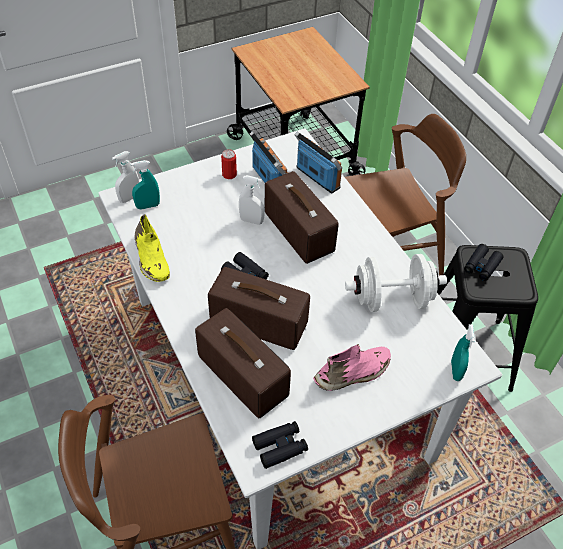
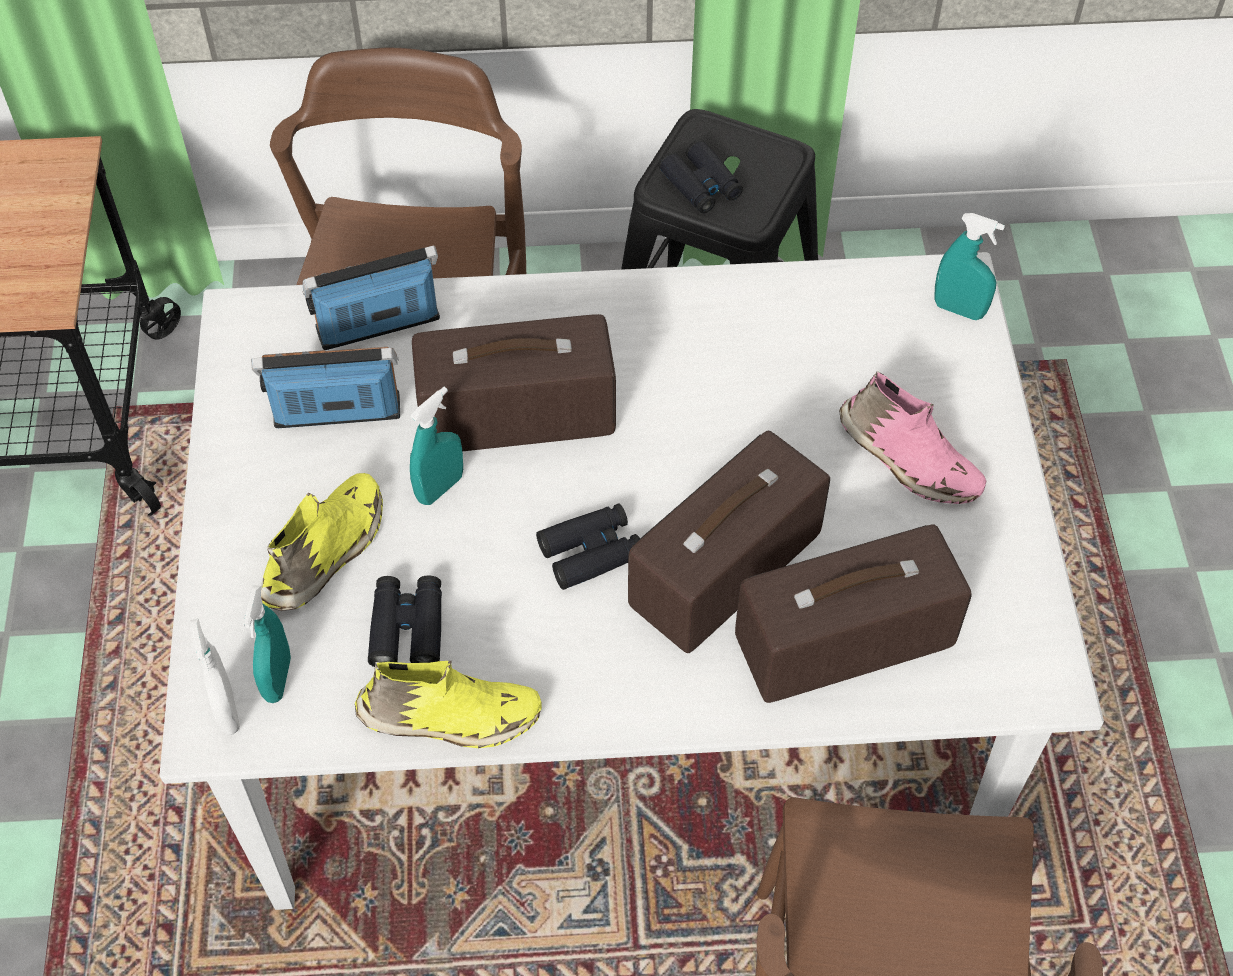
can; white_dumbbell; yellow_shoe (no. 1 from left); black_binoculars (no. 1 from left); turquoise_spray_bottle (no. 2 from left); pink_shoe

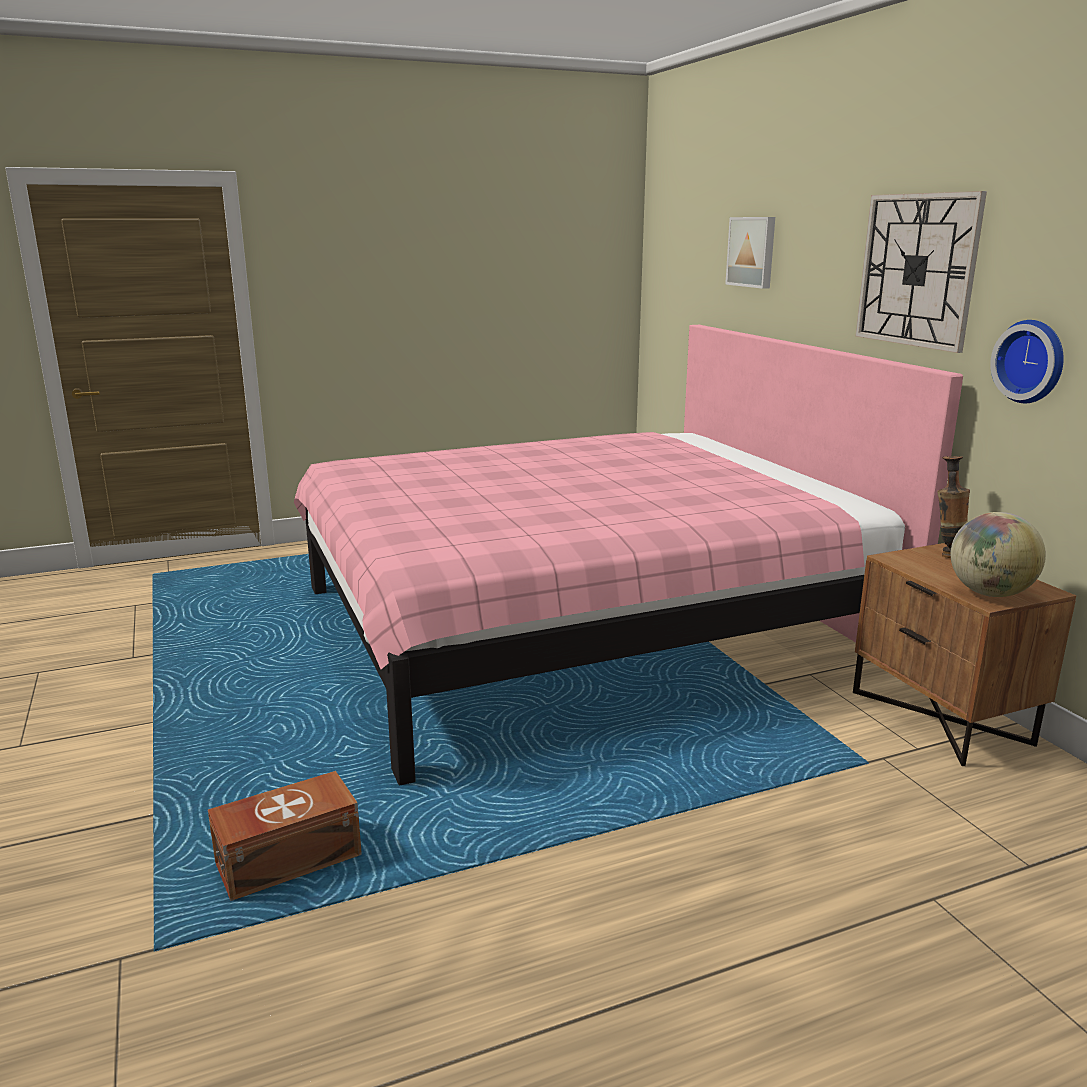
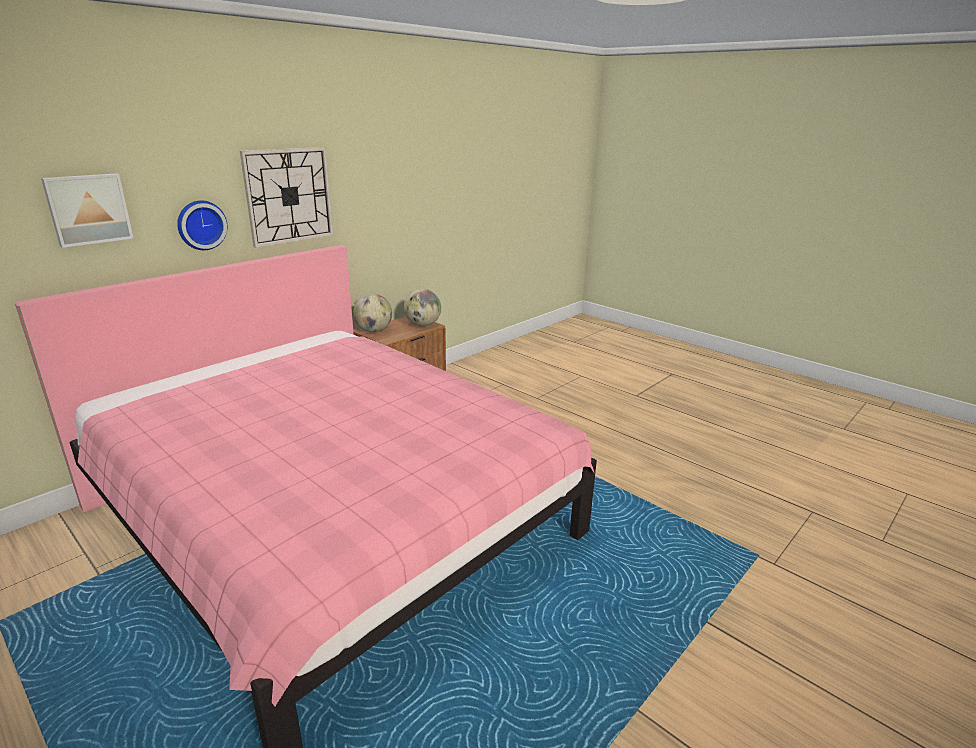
brown_storage_box; wall_clock (no. 1 from left); globe (no. 1 from left)

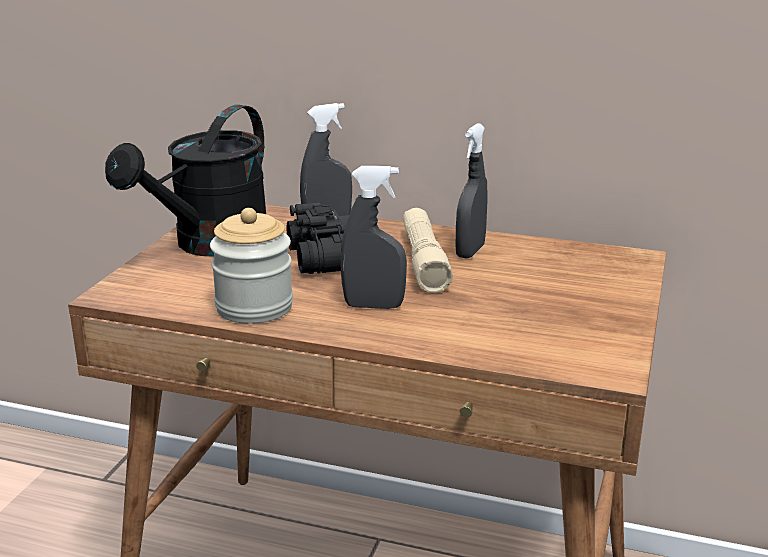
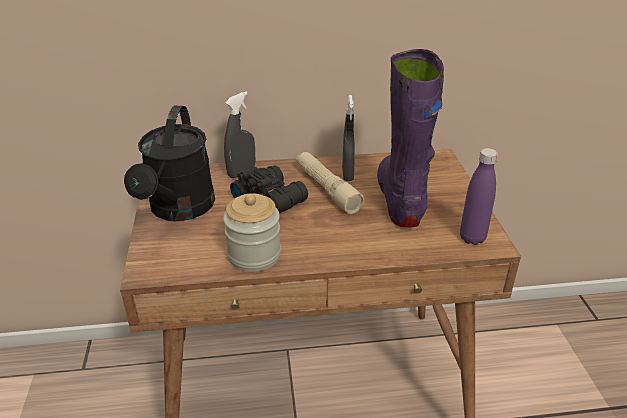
grey_spray_bottle (no. 2 from left in the first image); purple_boot; purple_bottle

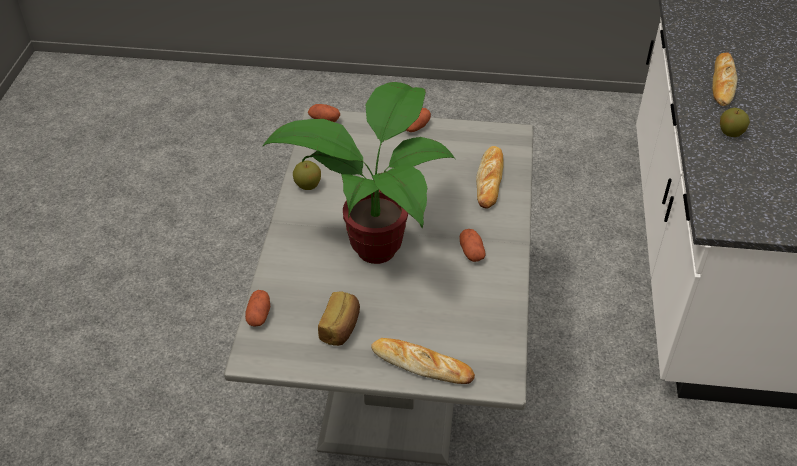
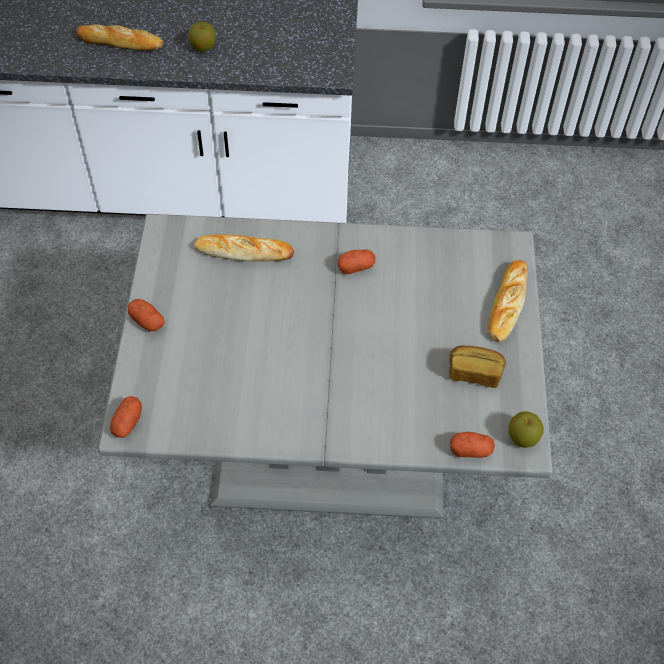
potted_plant; apple (no. 2 from left)

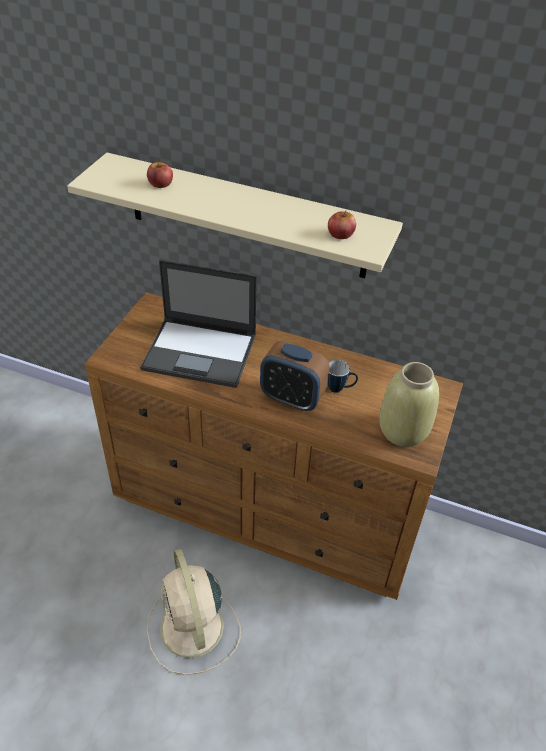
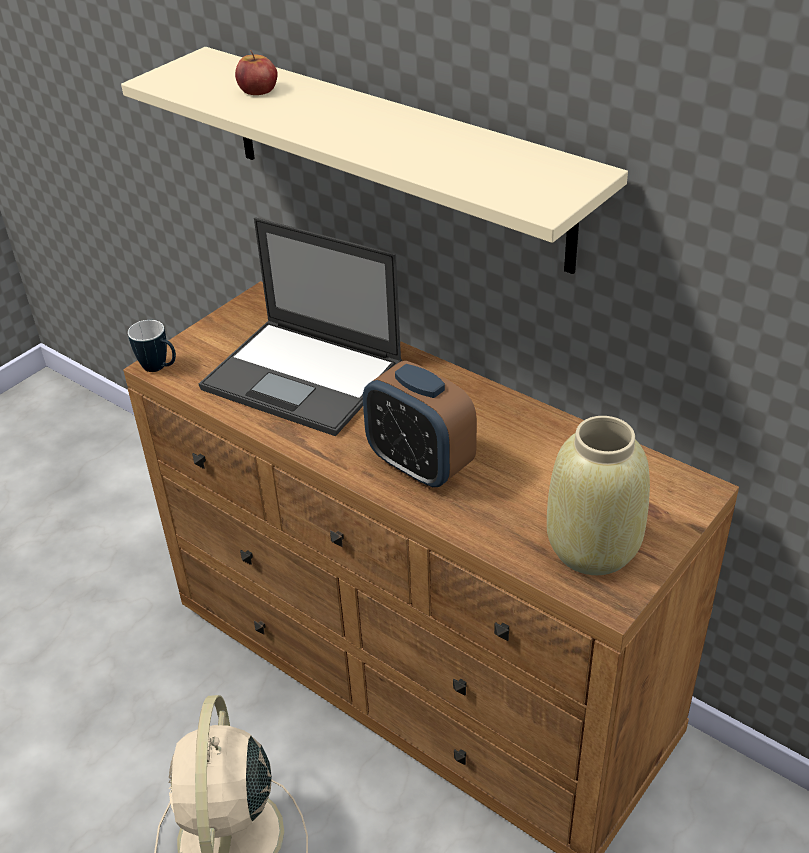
apple (no. 2 from left in the first image); mug

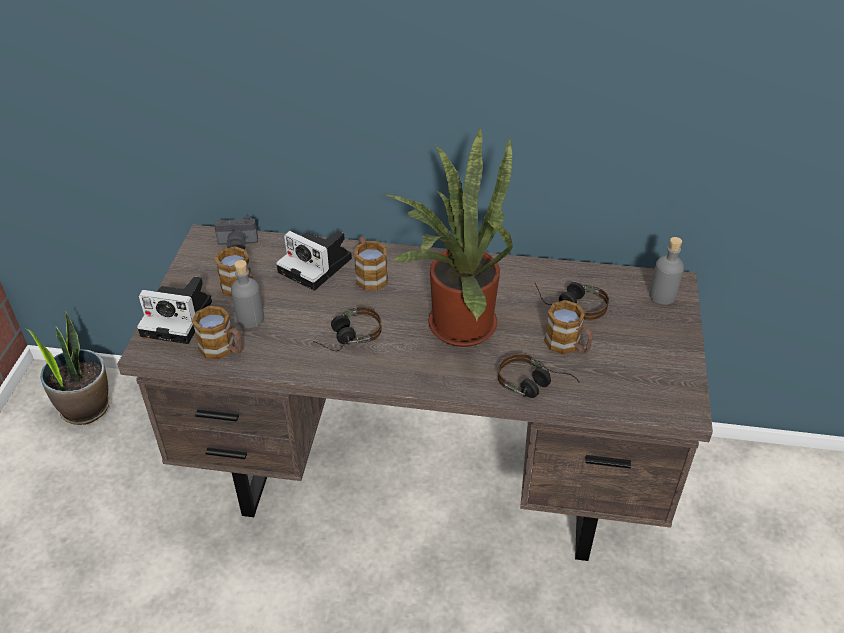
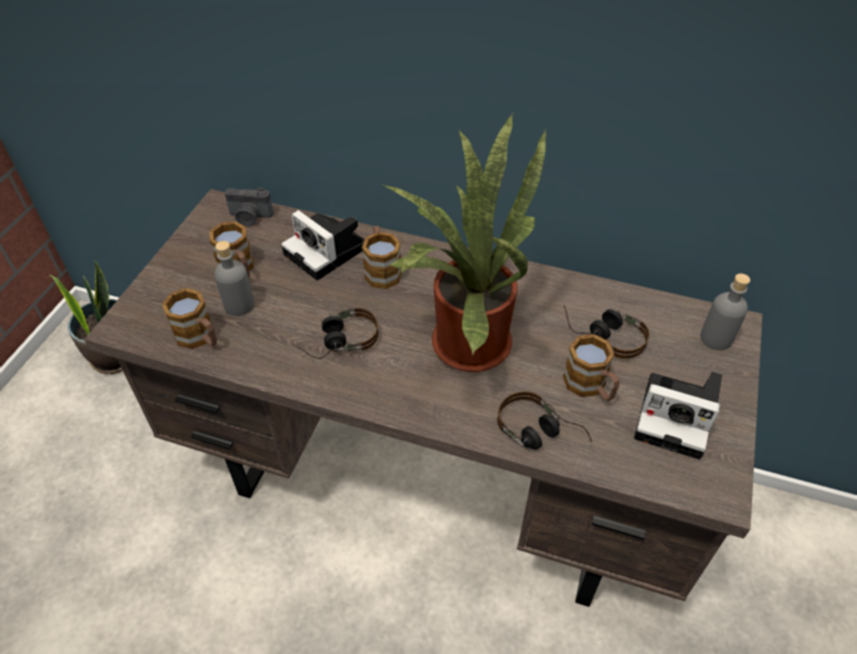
photo_camera (no. 3 from left)

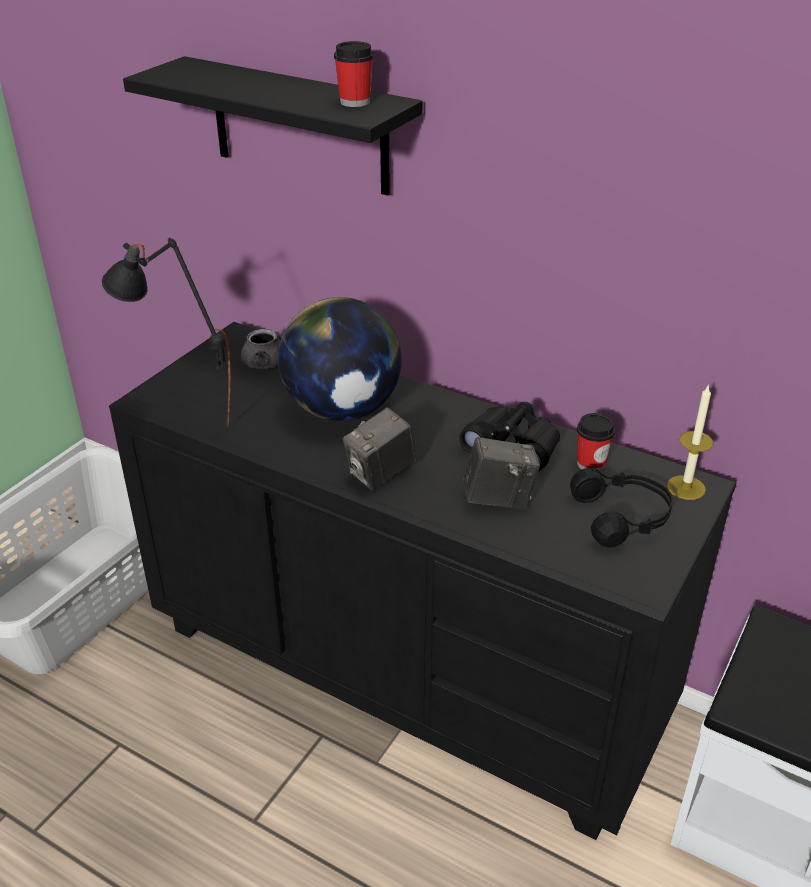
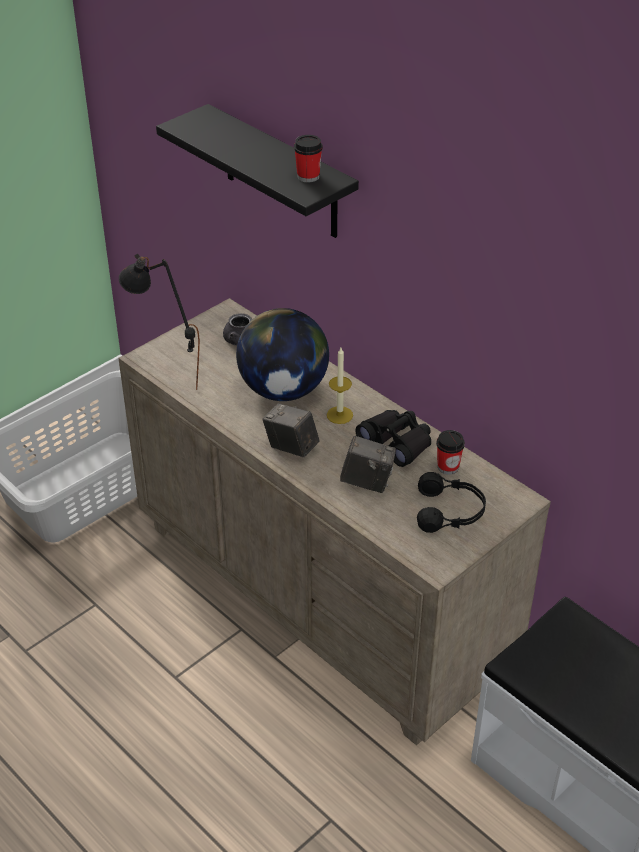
candle; beige_dresser; photo_camera (no. 1 from left)

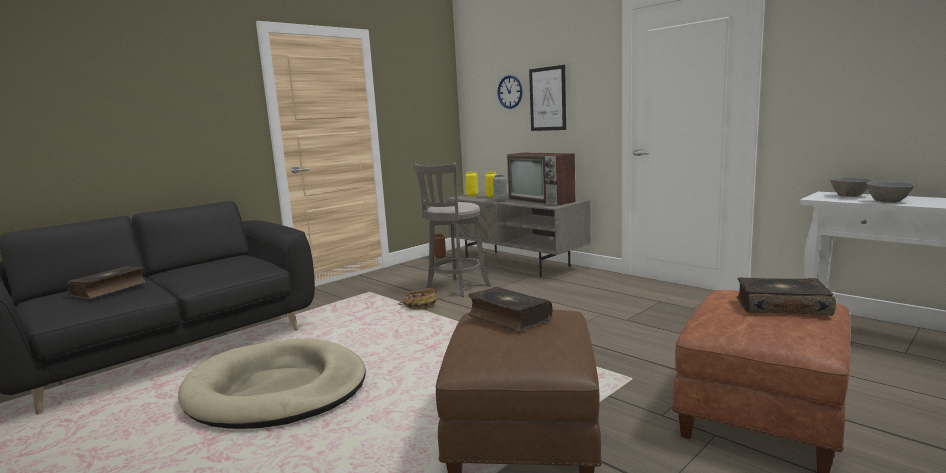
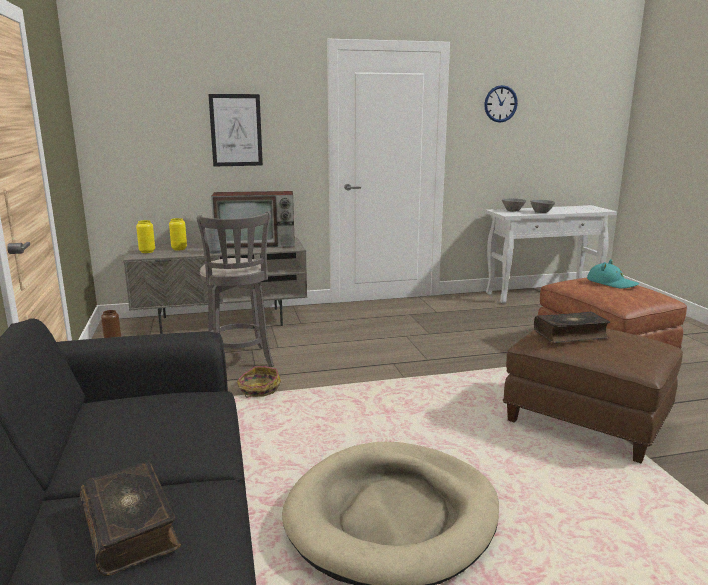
wall_clock; turquoise_hat

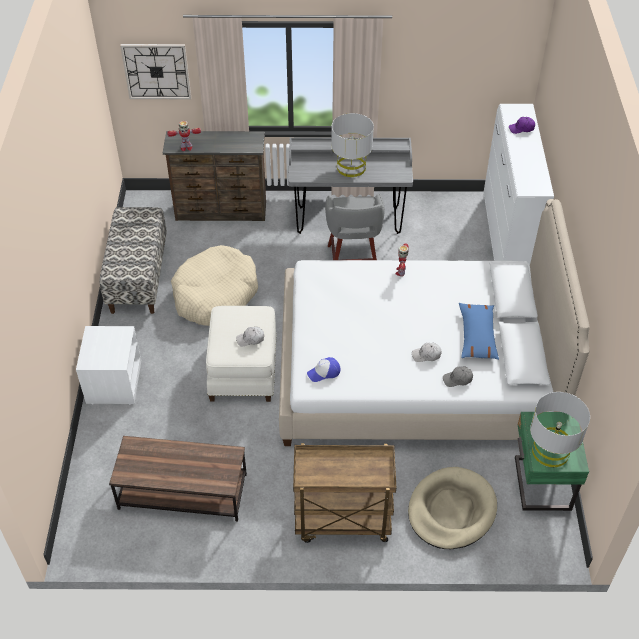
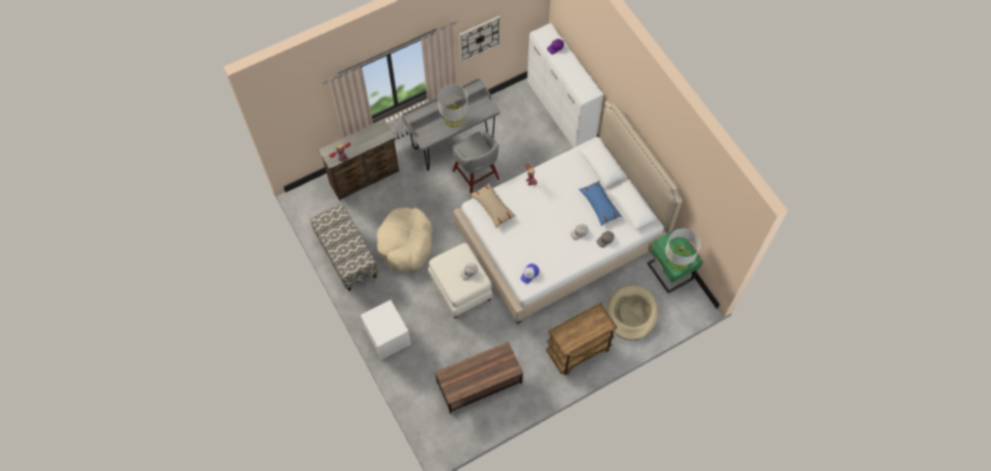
beige_pillow; wall_clock

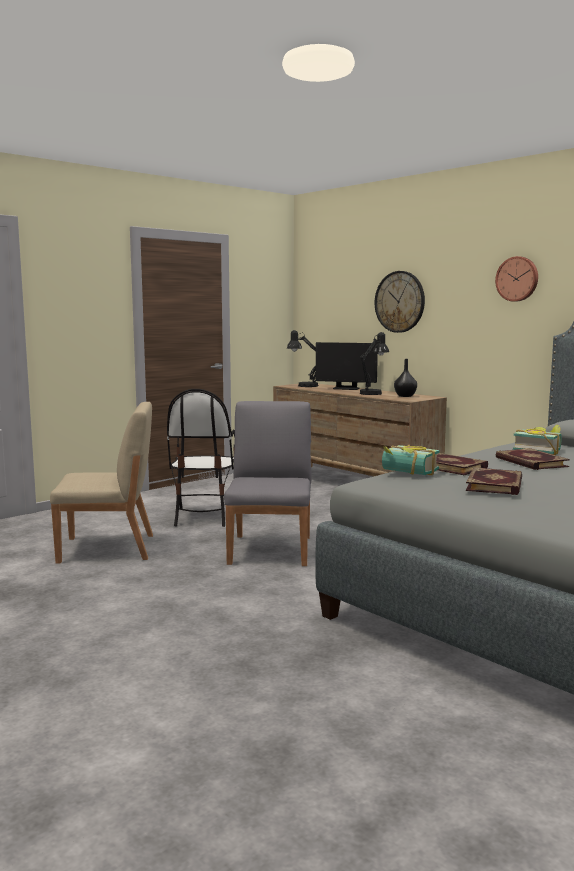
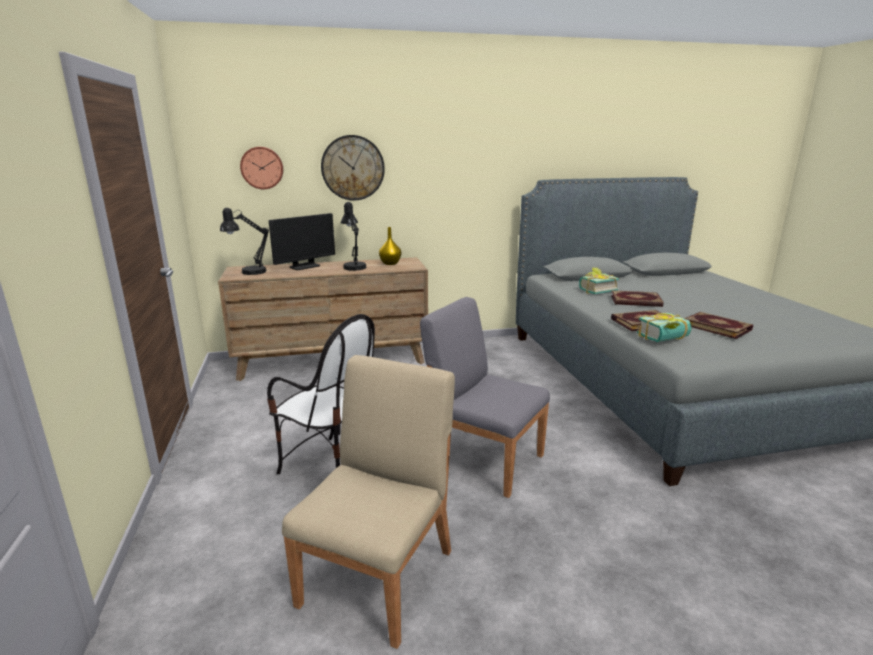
wall_clock (no. 1 from left); yellow_vase

